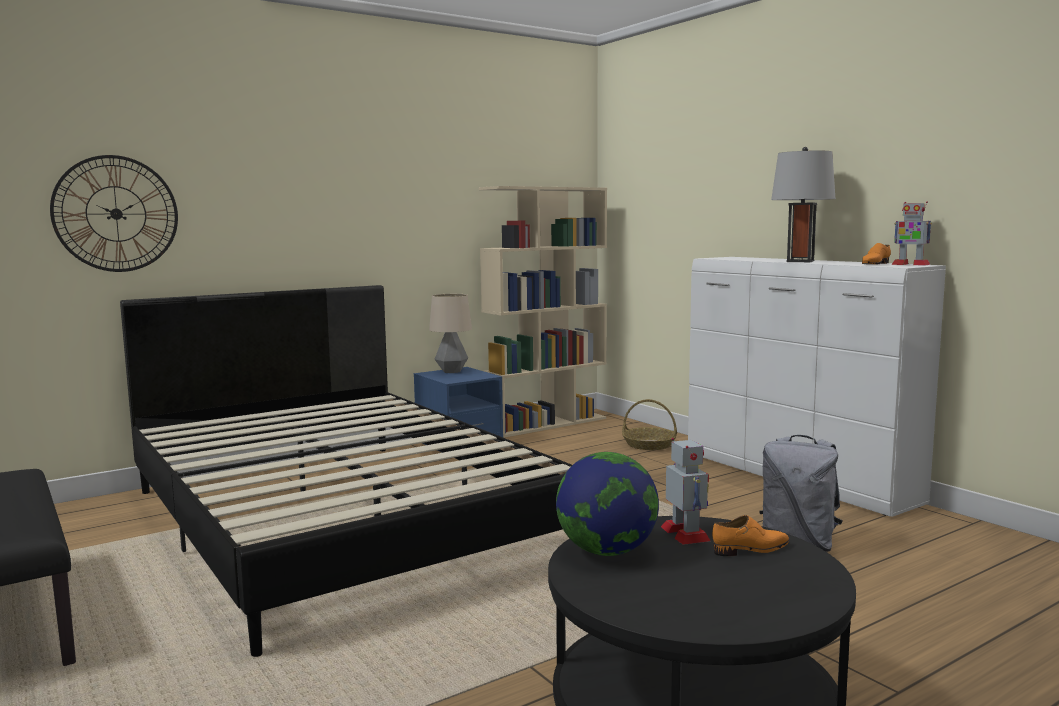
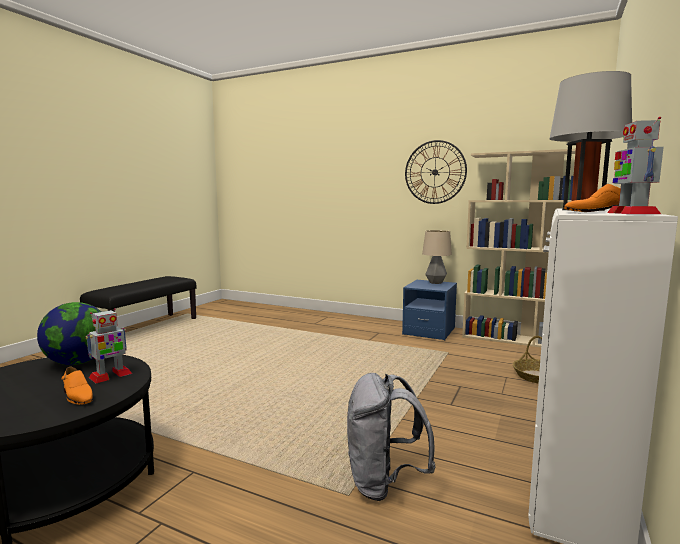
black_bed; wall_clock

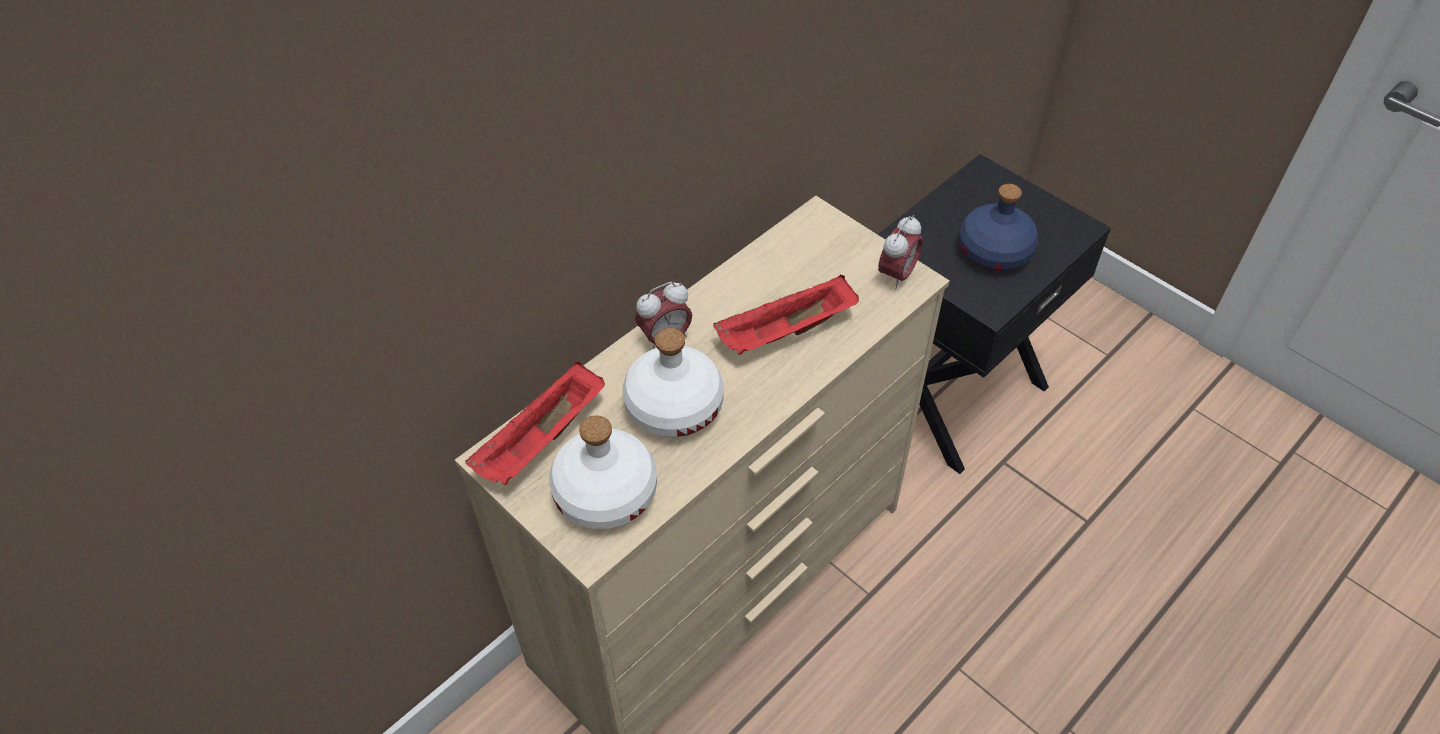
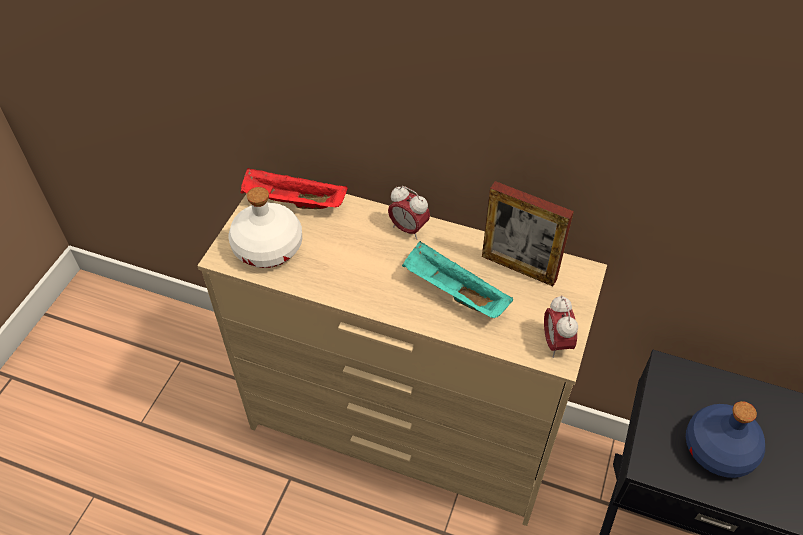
white_bottle (no. 2 from left in the first image); picture_frame; turquoise_tray; alarm_clock (no. 2 from left)

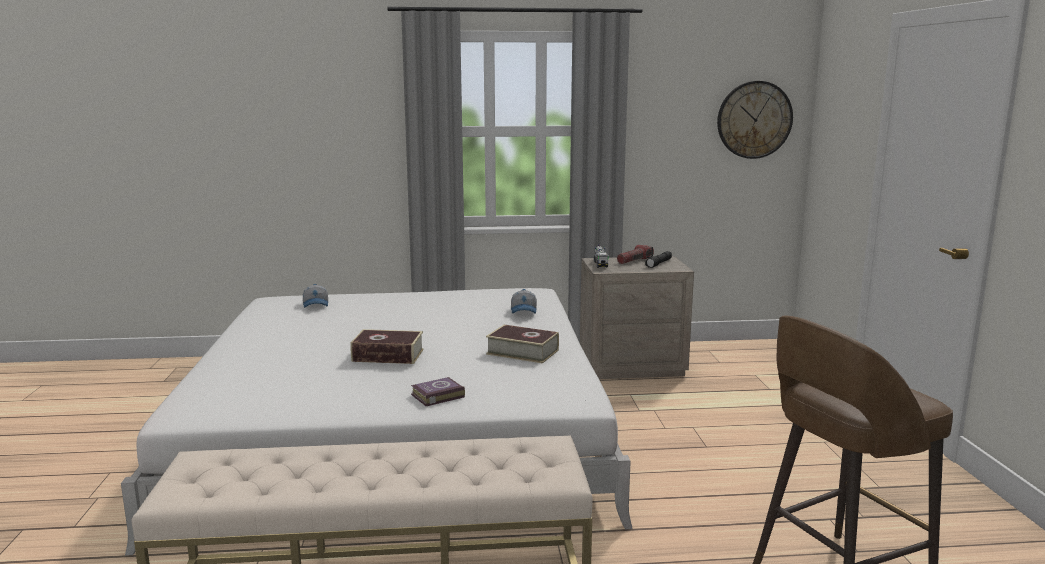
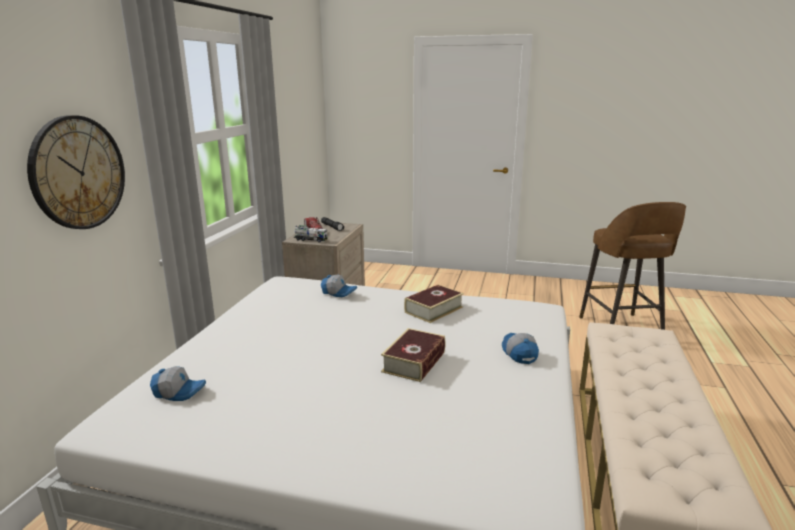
wall_clock; cap (no. 3 from left)

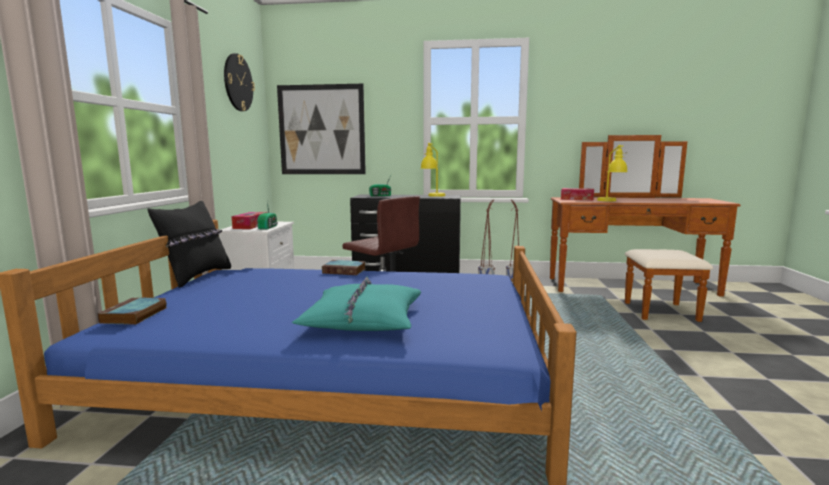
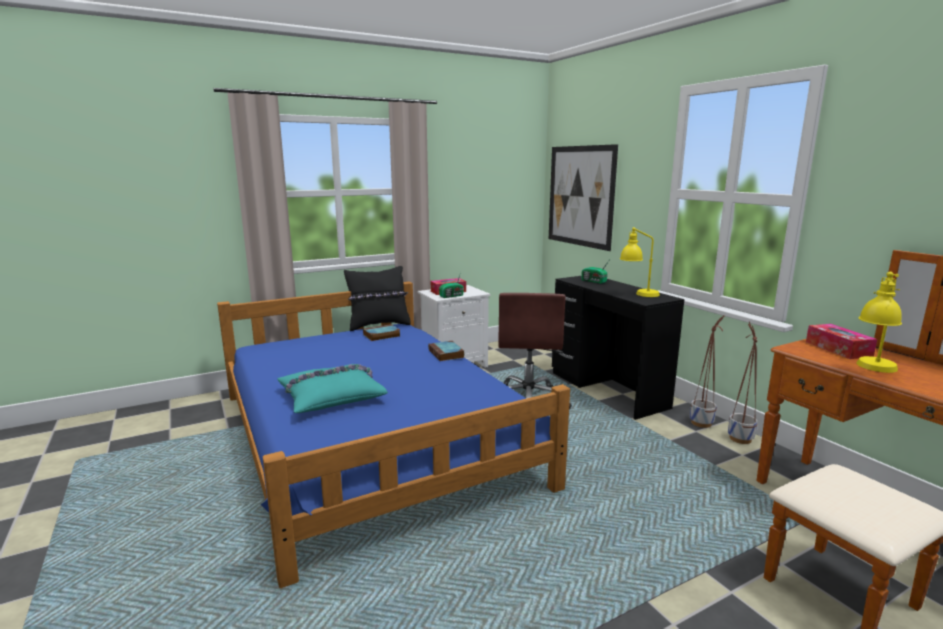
wall_clock; book (no. 1 from left)

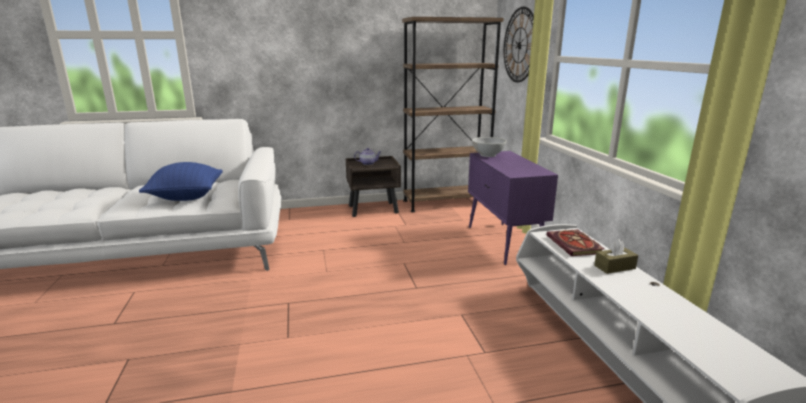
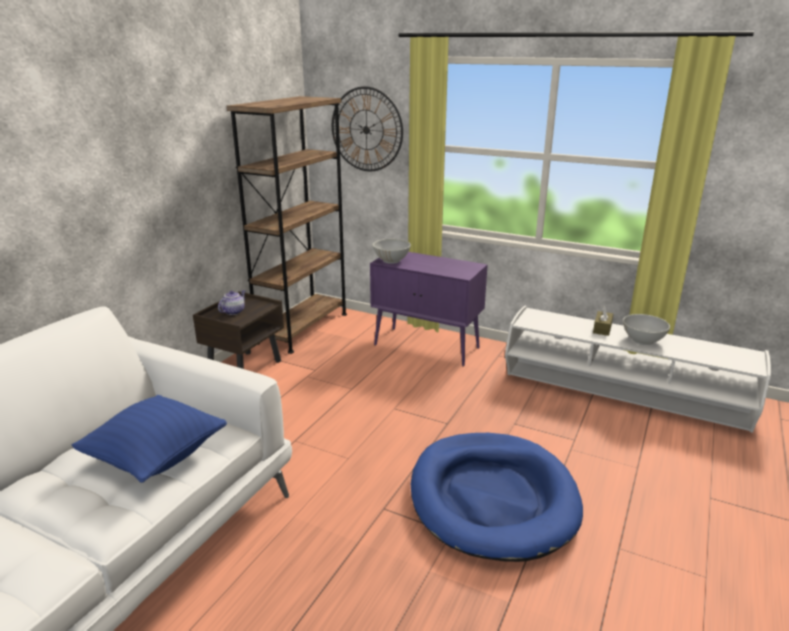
book; blue_dog_bed; white_bowl (no. 2 from left)

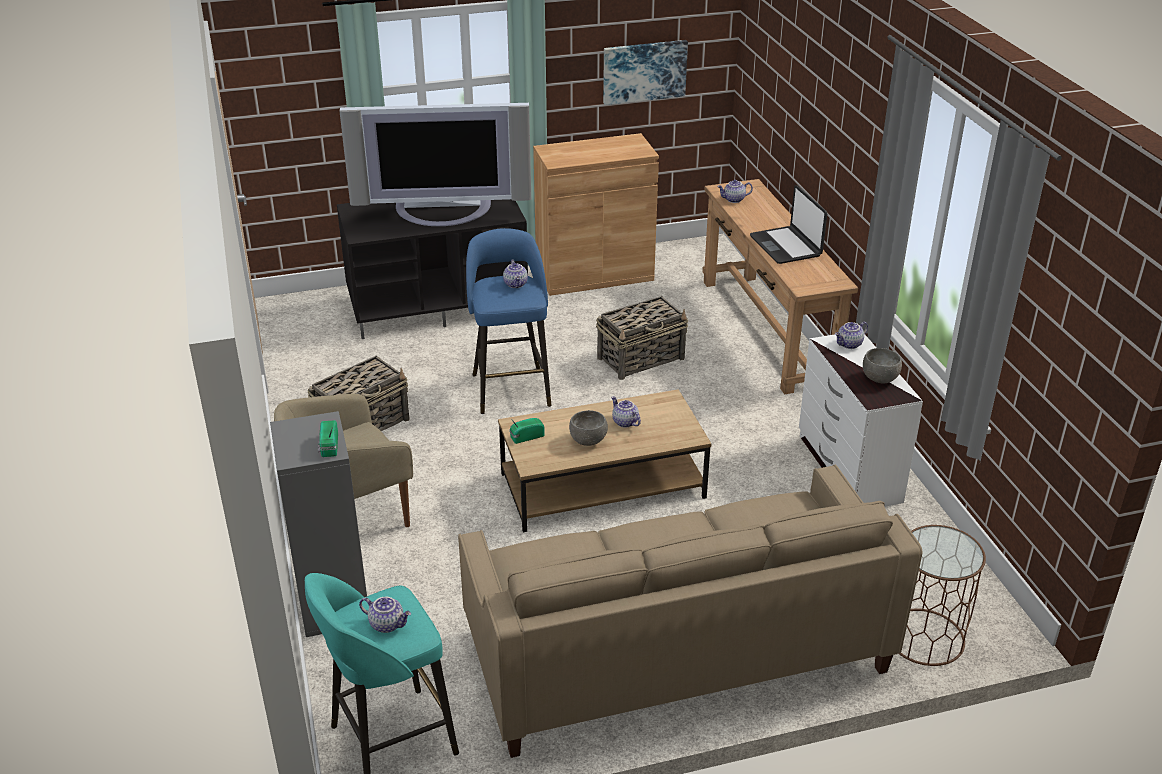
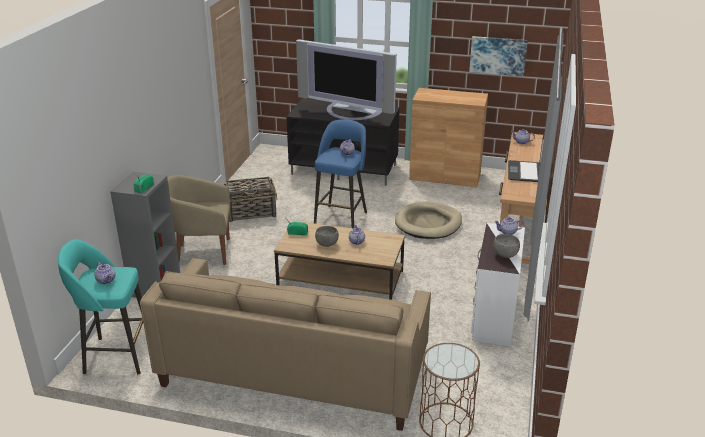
beige_dog_bed

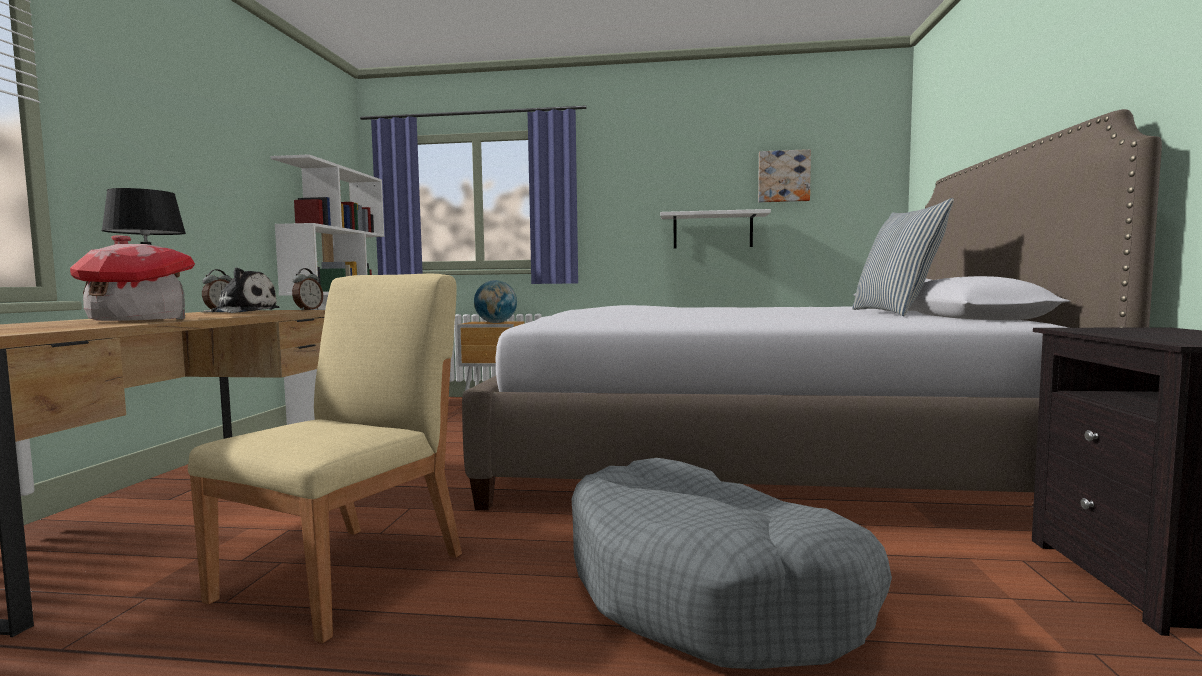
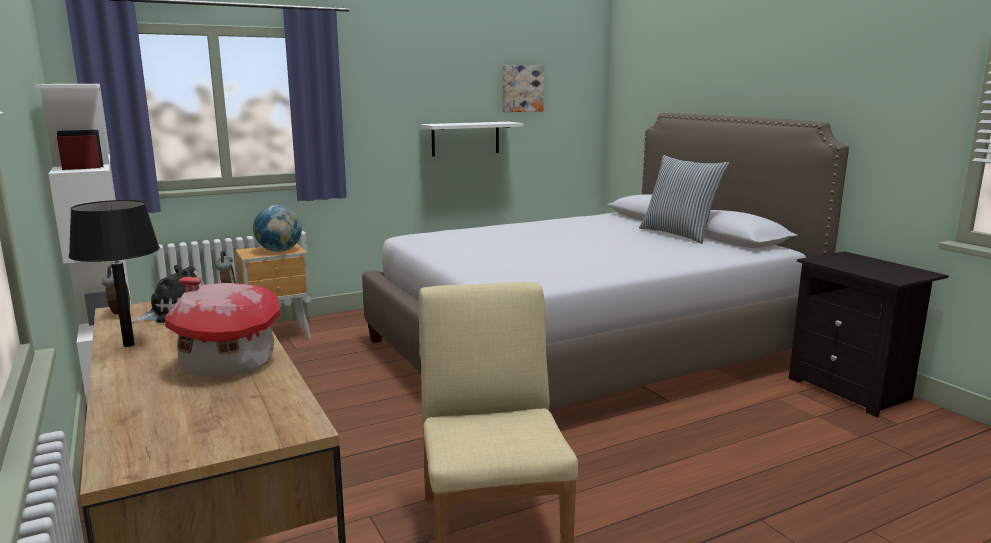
grey_dog_bed

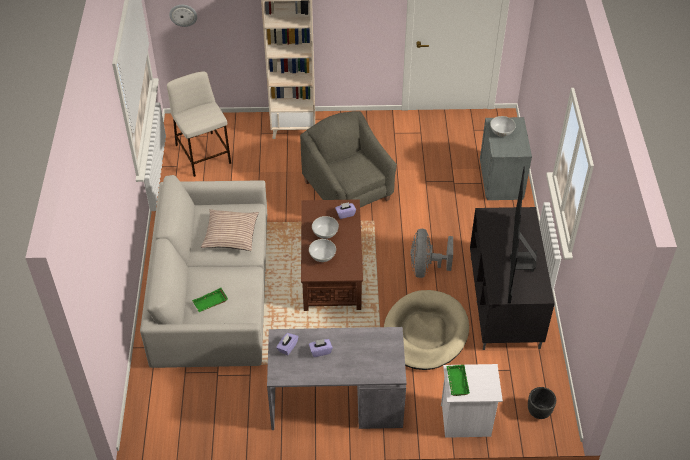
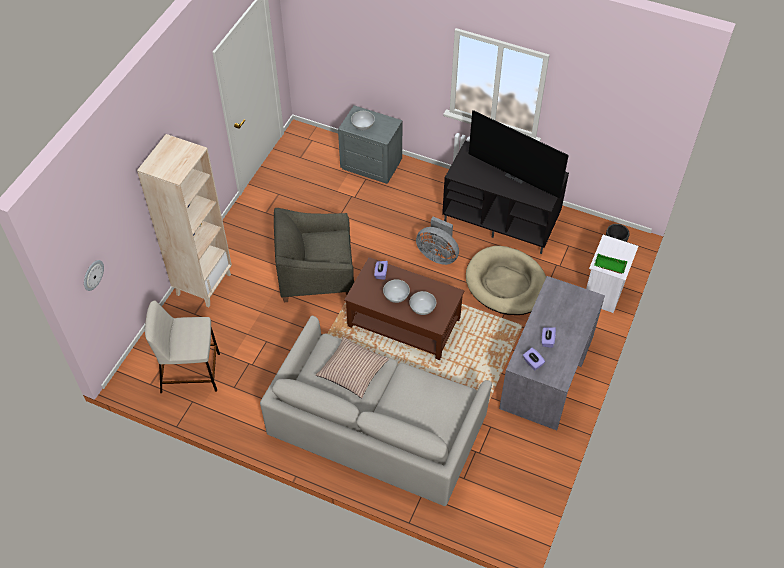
green_tray (no. 1 from left in the first image)

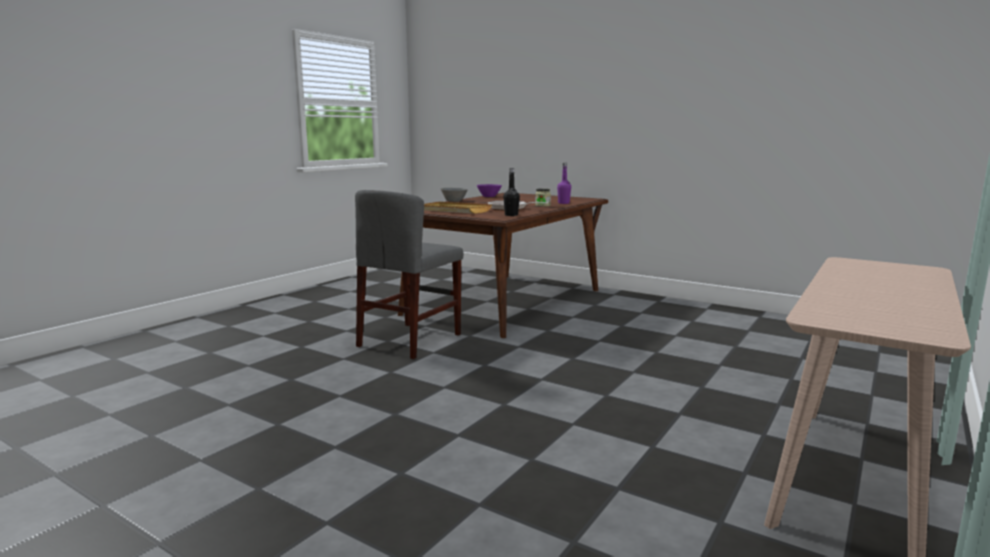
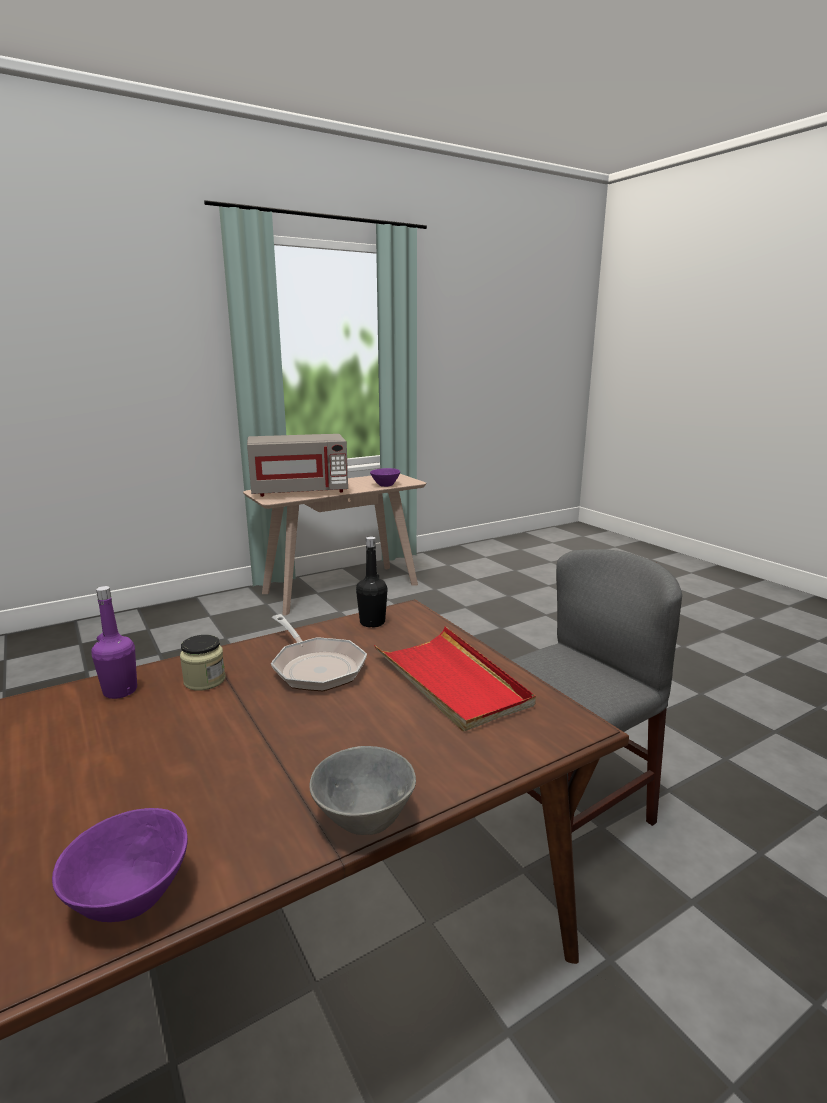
grey_microwave; purple_bowl (no. 2 from left); red_tray

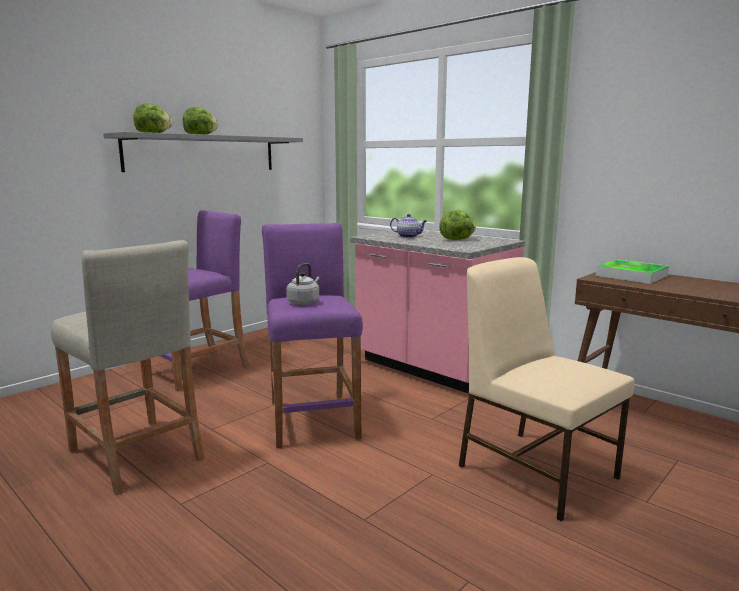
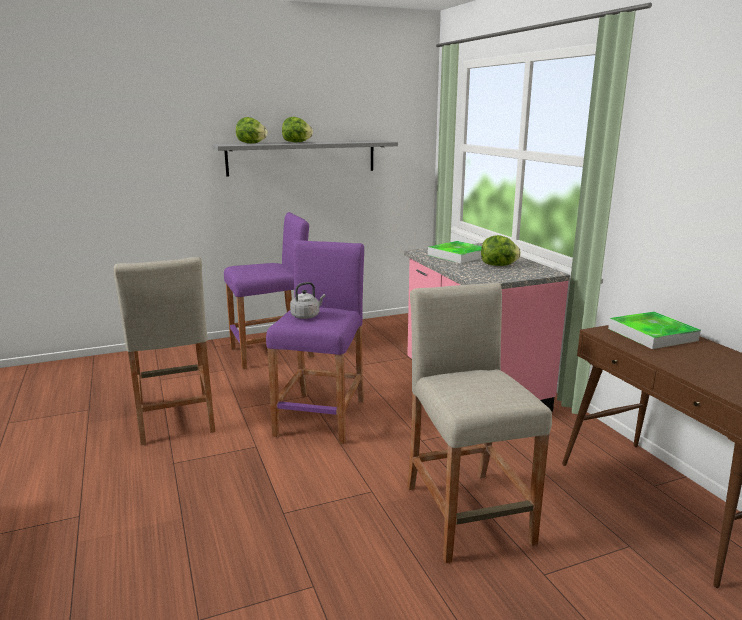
tray (no. 1 from left); beige_stool (no. 2 from left)

